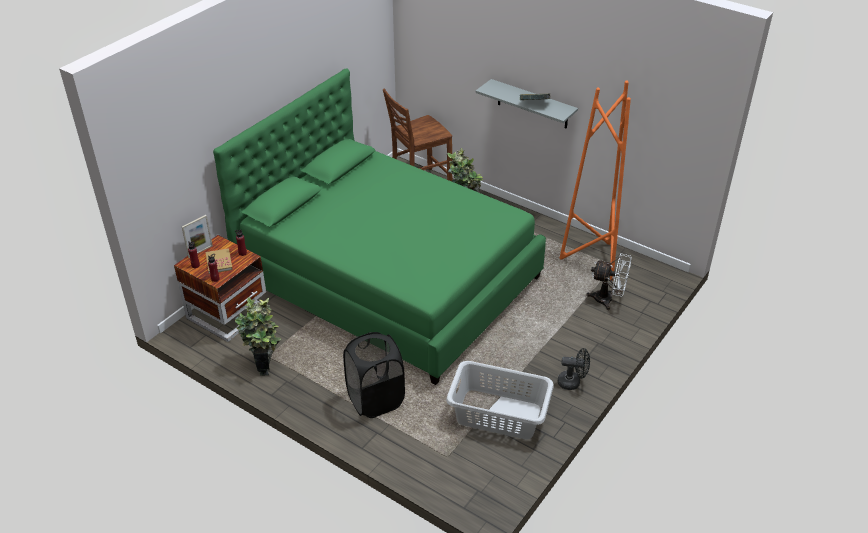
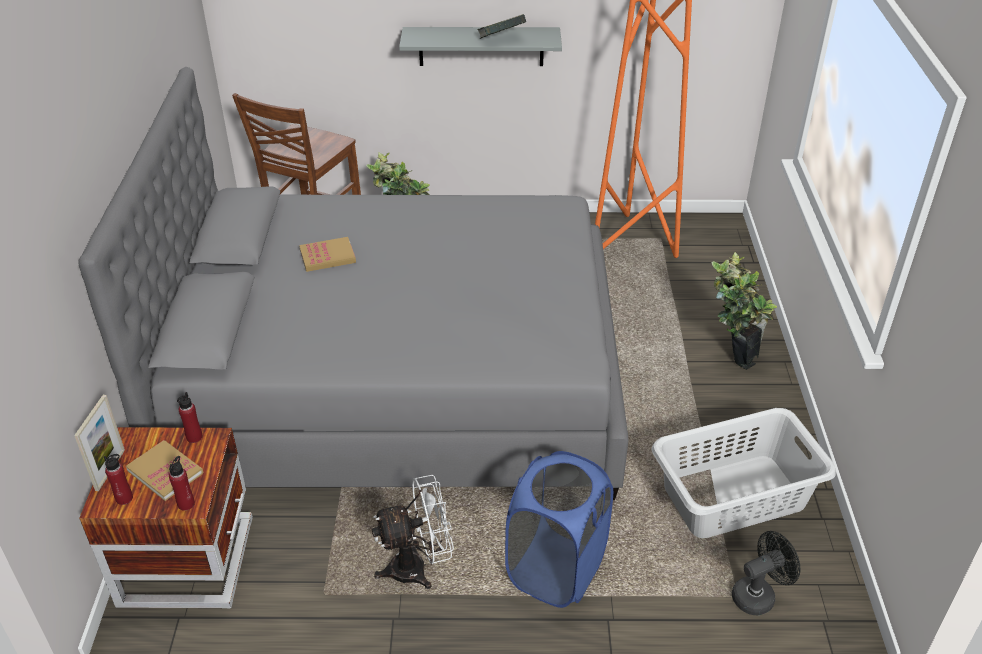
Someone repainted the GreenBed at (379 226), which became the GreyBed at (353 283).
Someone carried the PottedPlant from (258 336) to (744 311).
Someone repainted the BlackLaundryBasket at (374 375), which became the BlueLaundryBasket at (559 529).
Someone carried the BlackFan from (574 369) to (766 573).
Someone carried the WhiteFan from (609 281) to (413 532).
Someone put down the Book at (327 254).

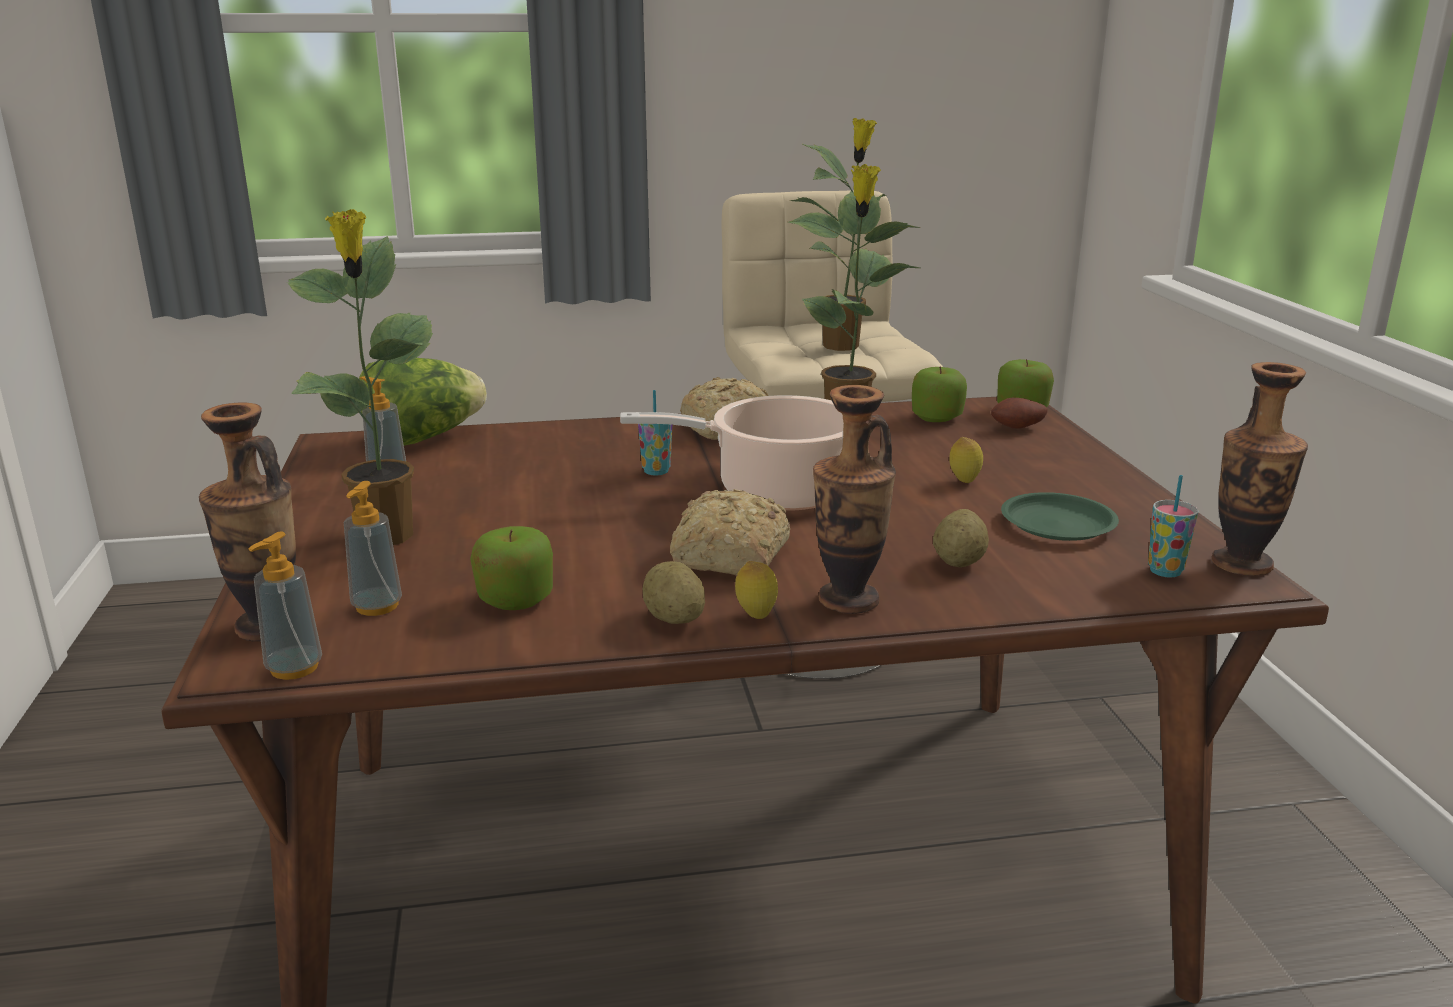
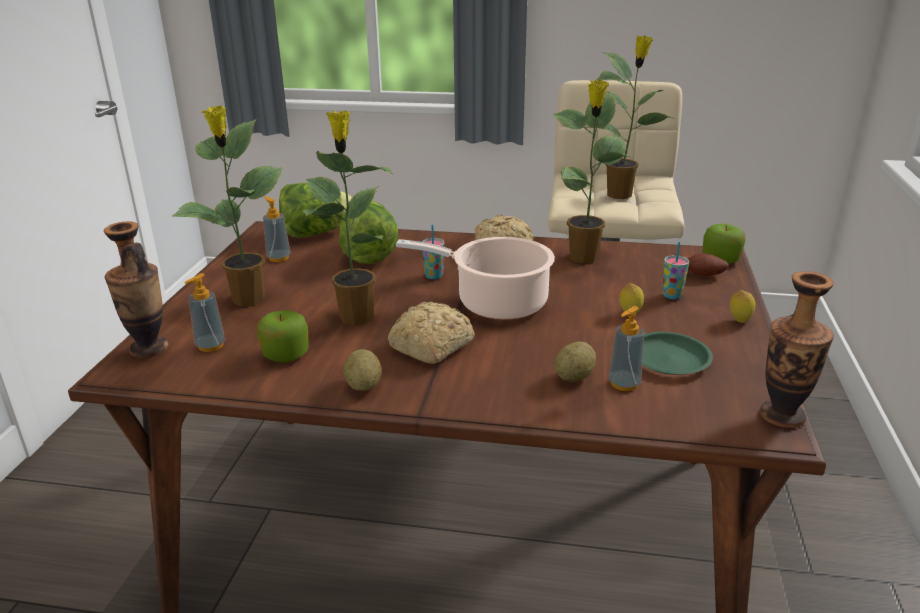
Someone carried the SoapDispenser from (285 605) to (626 348).
Someone carried the Lemon from (756 590) to (742 306).
Someone took away the Vase at (854 499).
Someone took away the Apple at (939 394).
Someone carried the Cup from (1173 526) to (675 270).
Someone put down the PottedPlant at (348 218).
Someone put down the Lettuce at (368 232).

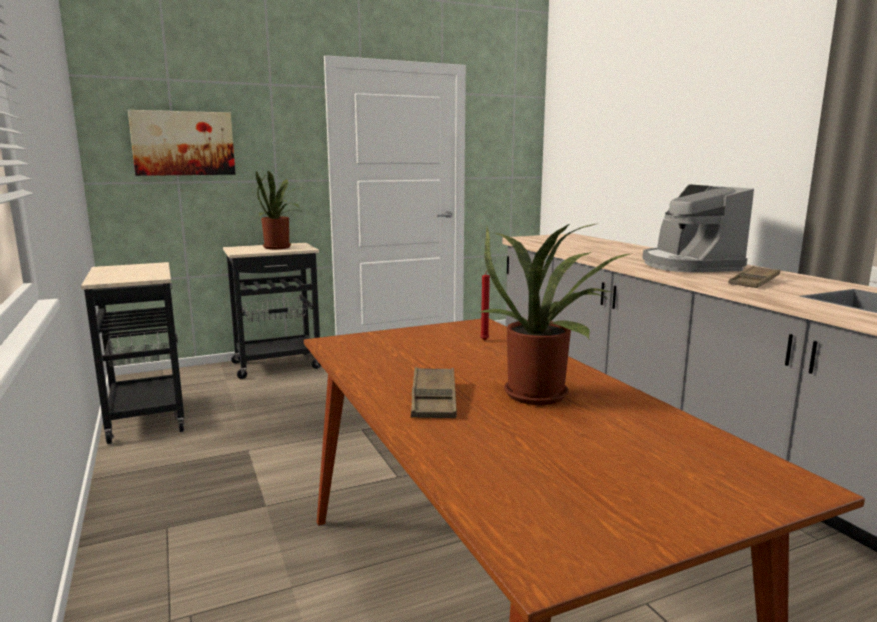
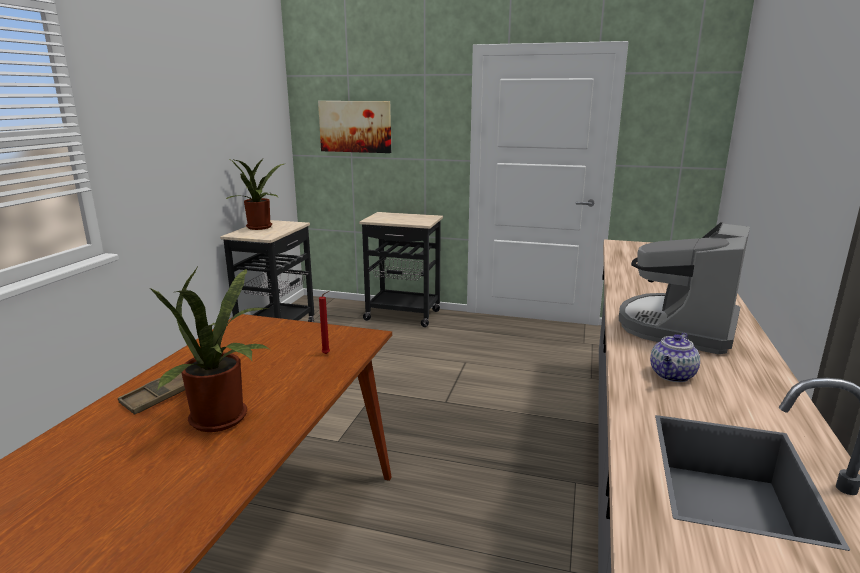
Someone carried the PottedPlant from (278 210) to (254 194).
Someone swapped the BrownTray at (754 277) for the Teapot at (675 357).

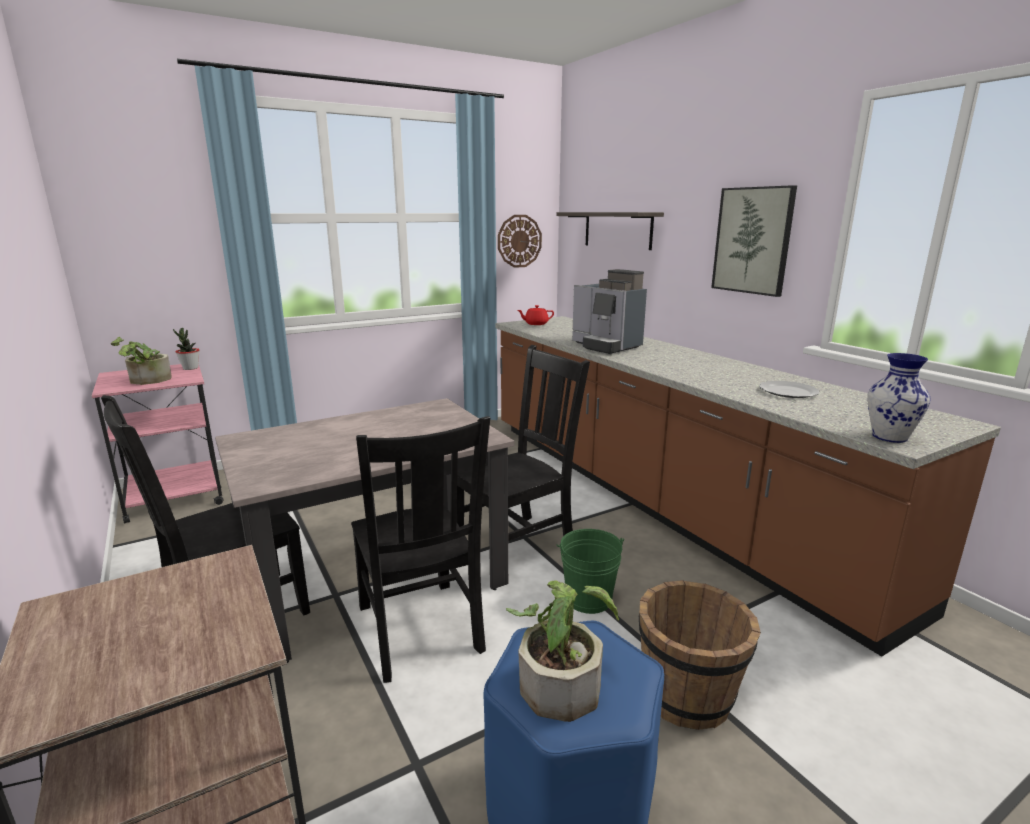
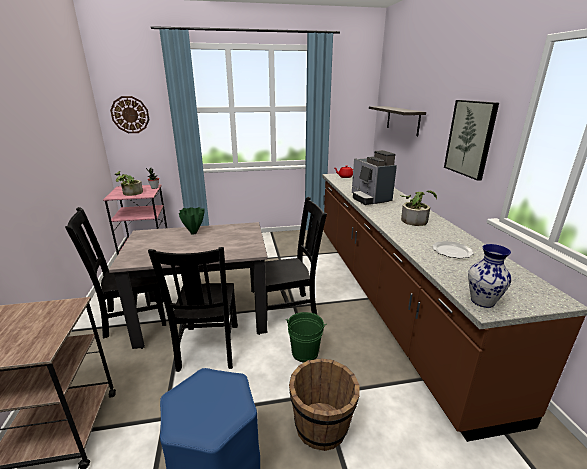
Someone carried the WallClock from (520 241) to (129 114).
Someone carried the PottedPlant from (562 651) to (418 208).
Someone put down the GreenVase at (192 221).

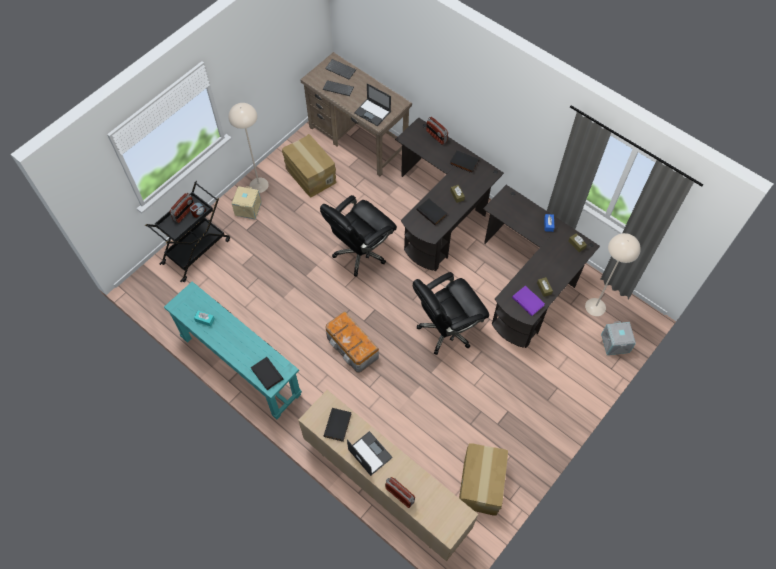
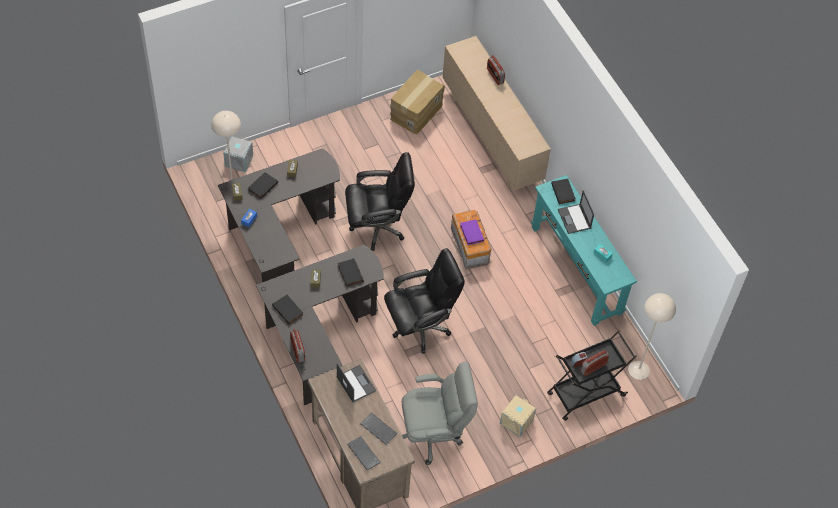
Someone carried the BeigeFloorLamp from (248 148) to (652 336).
Someone swapped the CardboardBox at (309 166) for the GreyOfficeChair at (440 413).
Someone carried the BlackBook from (337 425) to (263 185).
Someone carried the Laptop from (370 453) to (576 212).
Someone carried the PurpleBook from (528 300) to (472 232).

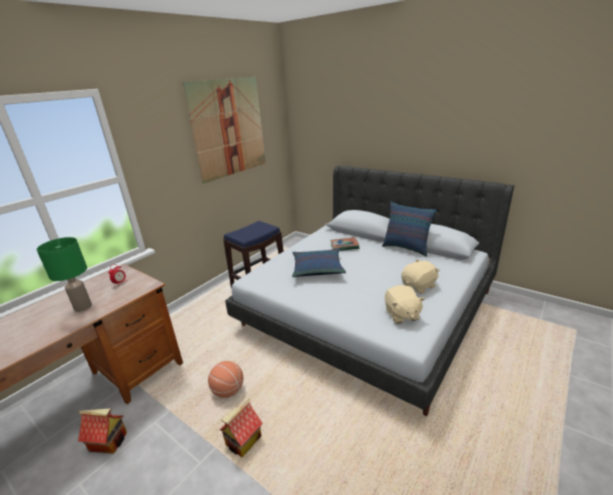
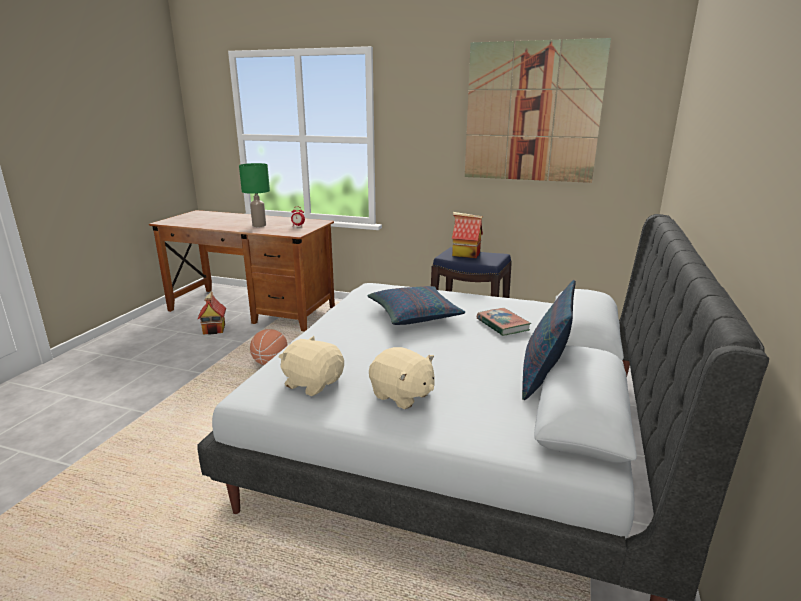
Someone carried the ToyHouse from (241 427) to (467 235).
Someone rotated the BeigePlushToy at (405 304) by 60 degrees clockwise.

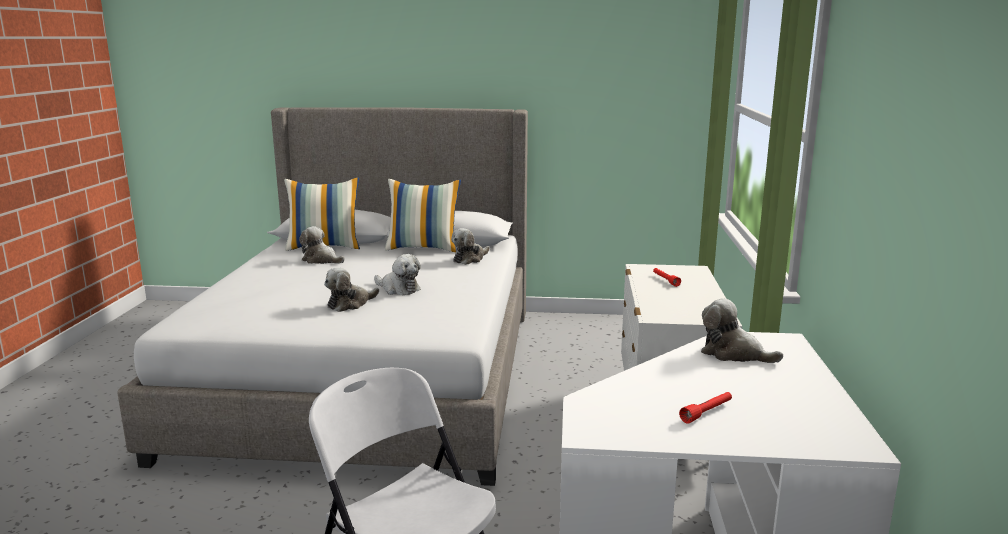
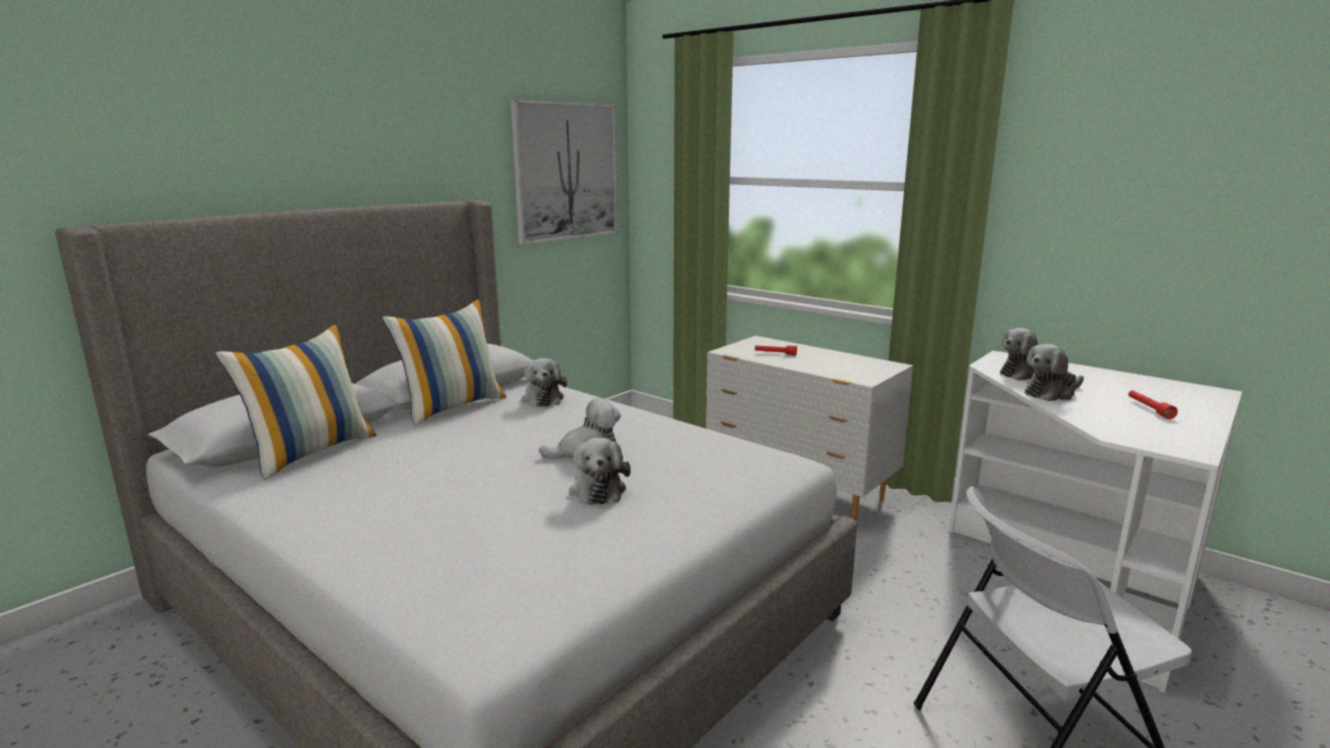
Someone carried the PlushToy from (322 245) to (1054 372).
Someone put up the Picture at (564 172).

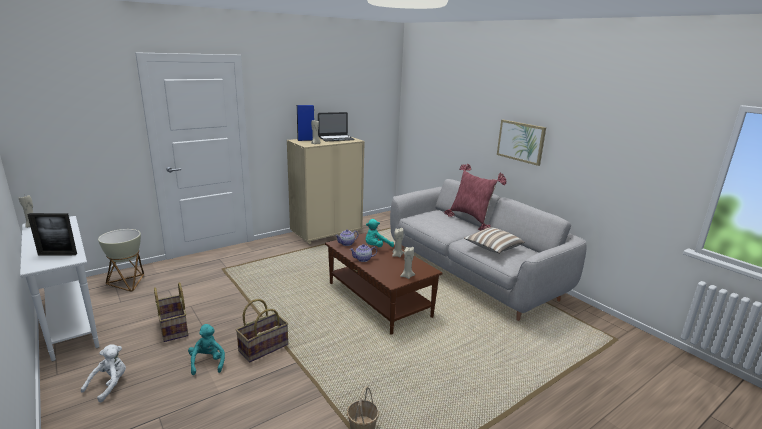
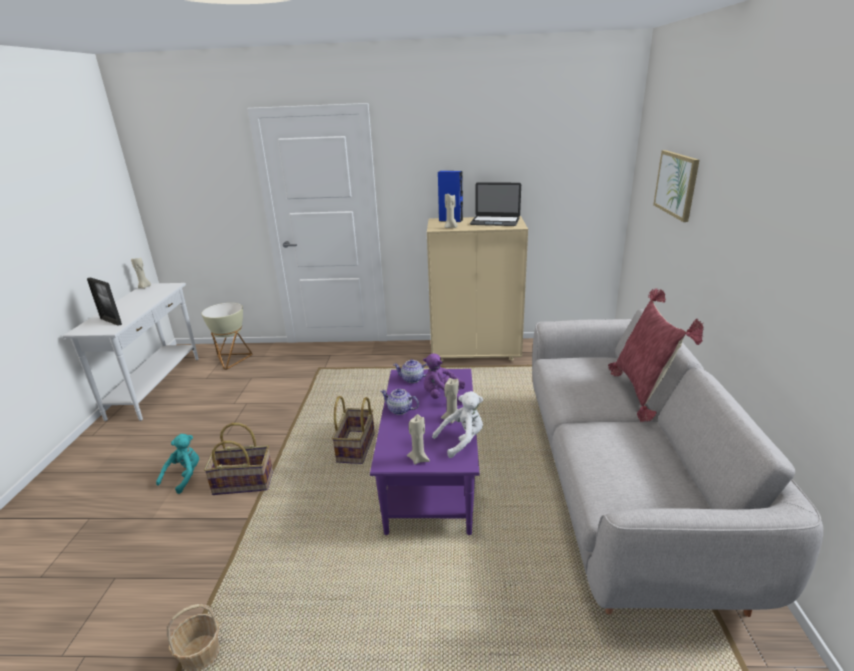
Someone carried the WhitePlushToy from (103 373) to (457 424).
Someone carried the Basket from (171 312) to (353 430).
Someone repainted the BrownCoffeeTable at (384 283), which became the PurpleCoffeeTable at (425 452).
Someone repainted the TurquoisePlushToy at (379 233), which became the PurplePlushToy at (444 378).
Someone took away the Pillow at (494 240).
Someone carried the Picture from (521 143) to (676 186).

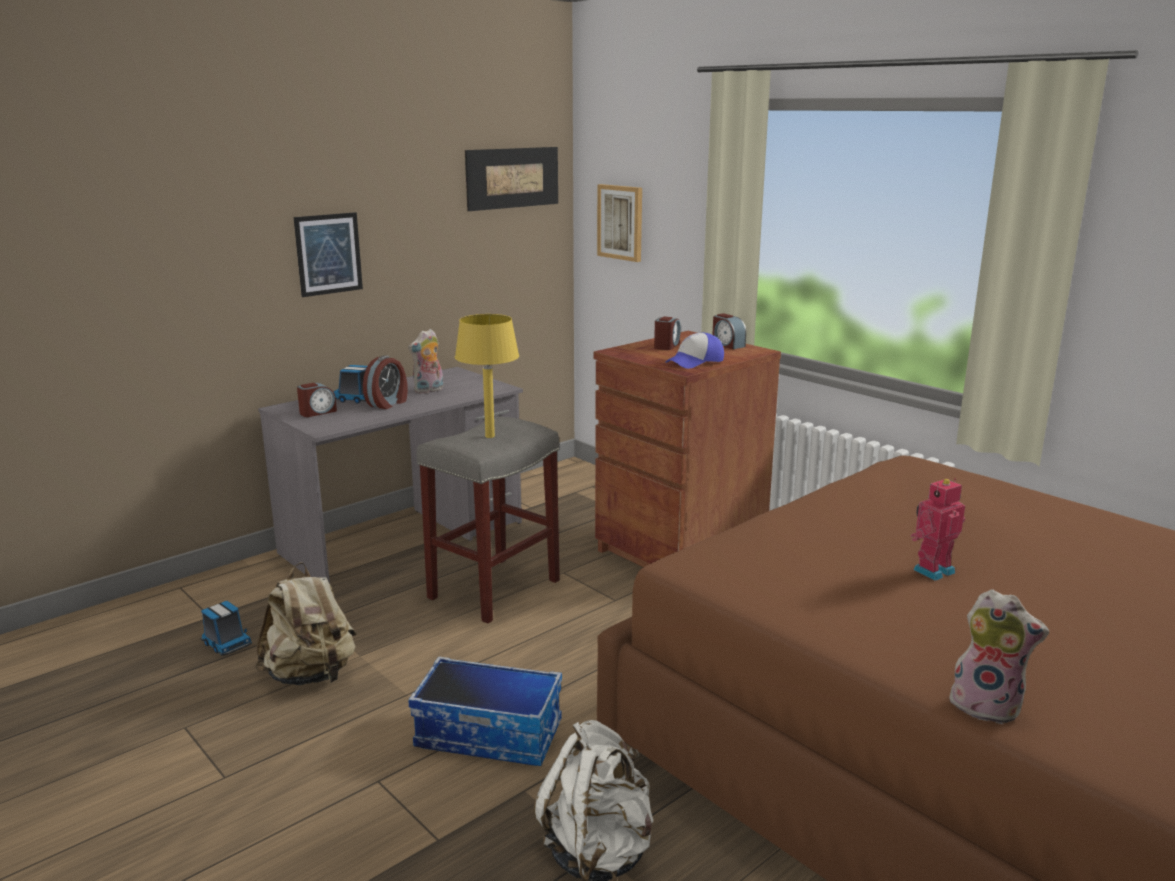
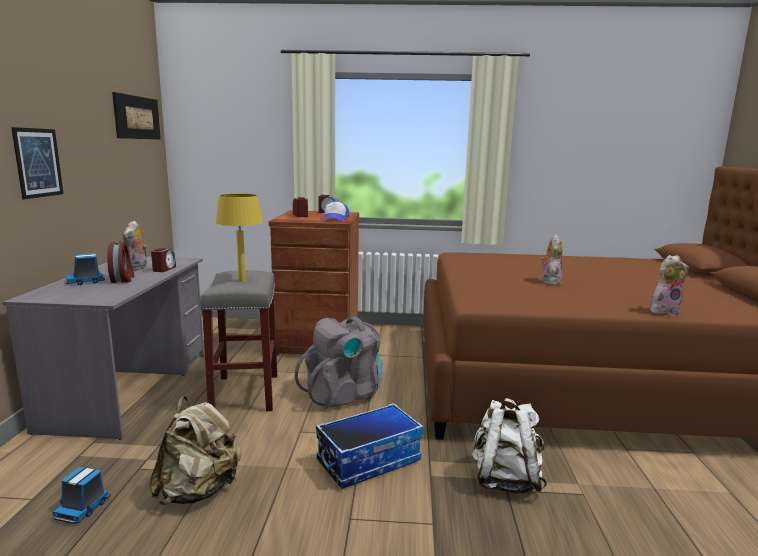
Someone rotated the ToyTruck at (226 628) by 105 degrees clockwise.
Someone carried the AlarmClock from (317 400) to (163 260).
Someone took away the Picture at (619 223).
Someone swapped the ToyRobot at (938 529) for the PlushToy at (551 259).
Someone put down the GreyBackpack at (339 363).

